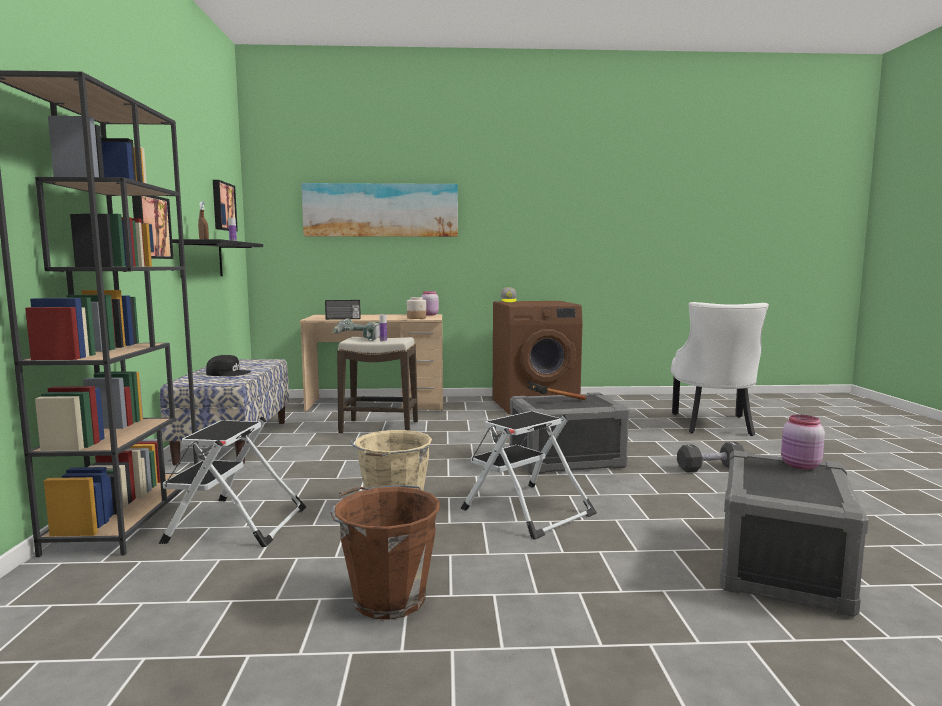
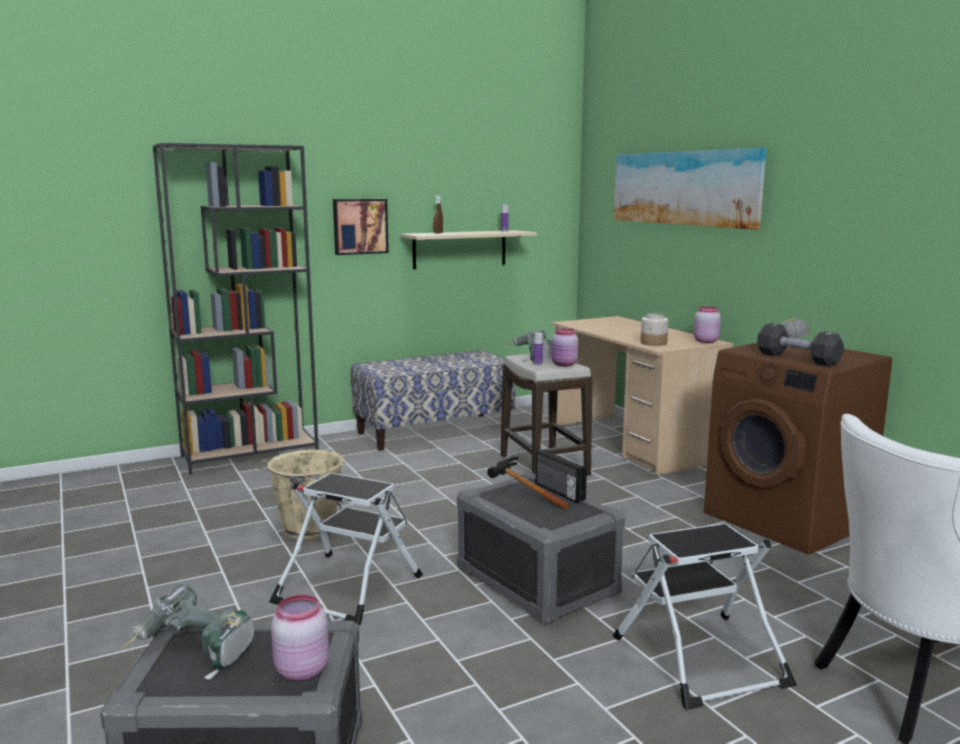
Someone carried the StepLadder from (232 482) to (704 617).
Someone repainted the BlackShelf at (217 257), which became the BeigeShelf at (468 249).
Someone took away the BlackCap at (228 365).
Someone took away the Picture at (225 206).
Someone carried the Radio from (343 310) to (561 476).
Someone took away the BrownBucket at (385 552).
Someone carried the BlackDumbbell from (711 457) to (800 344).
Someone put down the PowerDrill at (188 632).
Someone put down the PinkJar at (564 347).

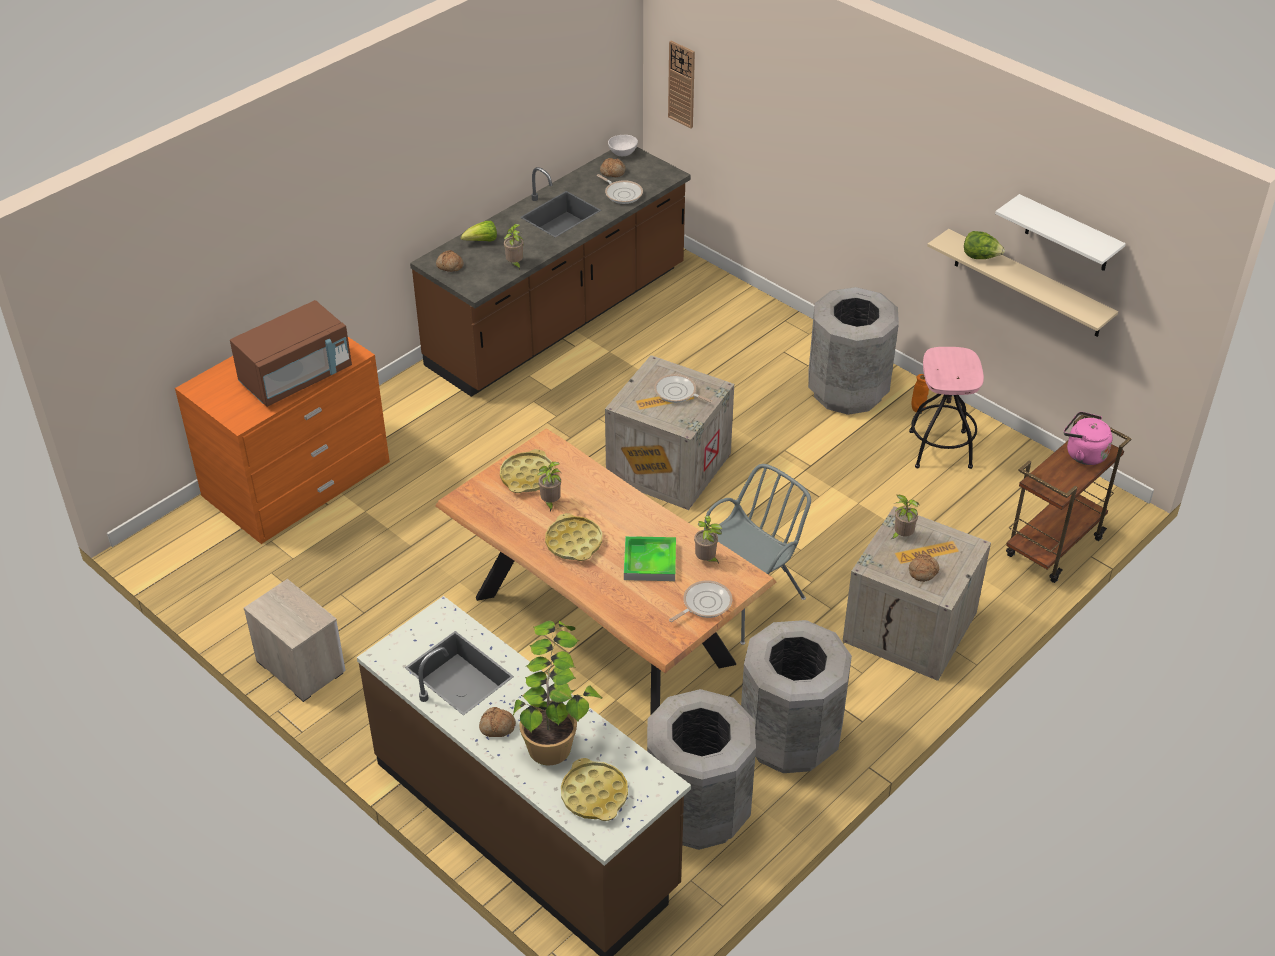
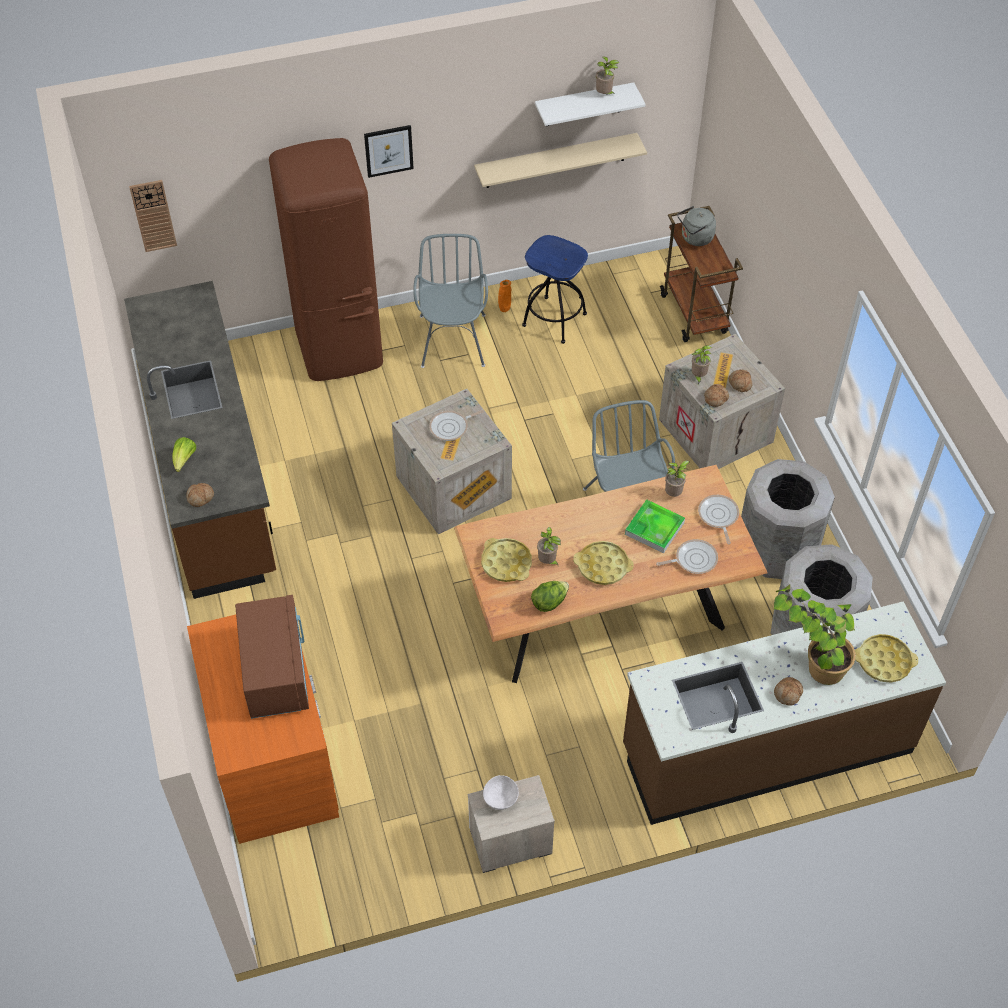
Someone carried the PottedPlant from (513 247) to (607 75).
Someone carried the FryingPan from (620 189) to (687 556).
Someone carried the Bread from (612 167) to (716 395).
Someone carried the WhiteBowl from (623 145) to (501 792).
Someone swapped the GreyTrashCan at (853 351) for the GreyChair at (450 301).
Someone repainted the PinkStool at (946 408), which became the BlueStool at (555 289).
Someone carried the Lettuce from (984 245) to (550 596).
Someone repainted the PinkKettle at (1088 438), which became the GreyKettle at (696 226).
Someone put down the BrownFridge at (326 259).
Someone put up the Picture at (389 151).

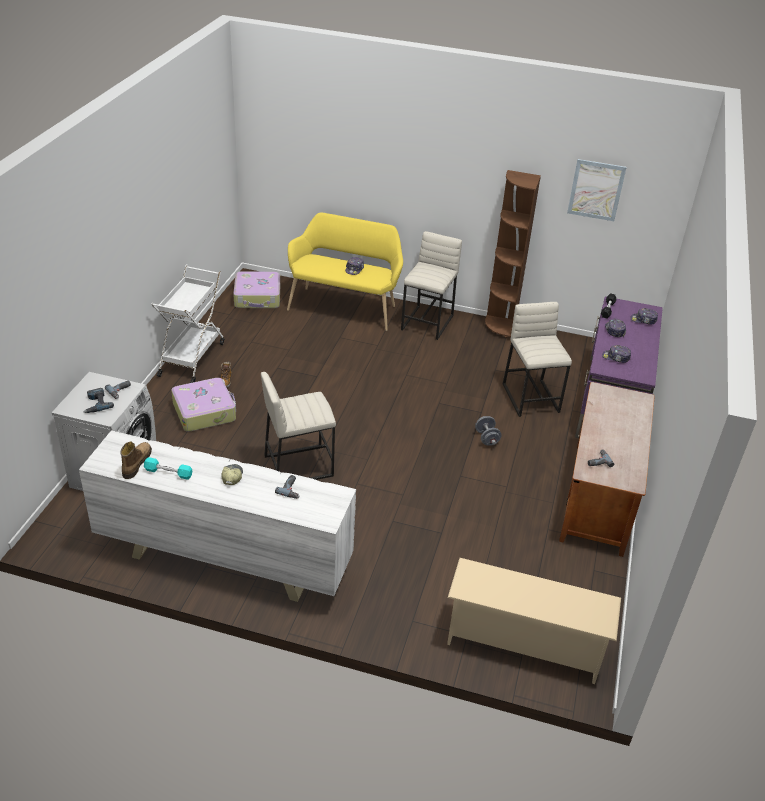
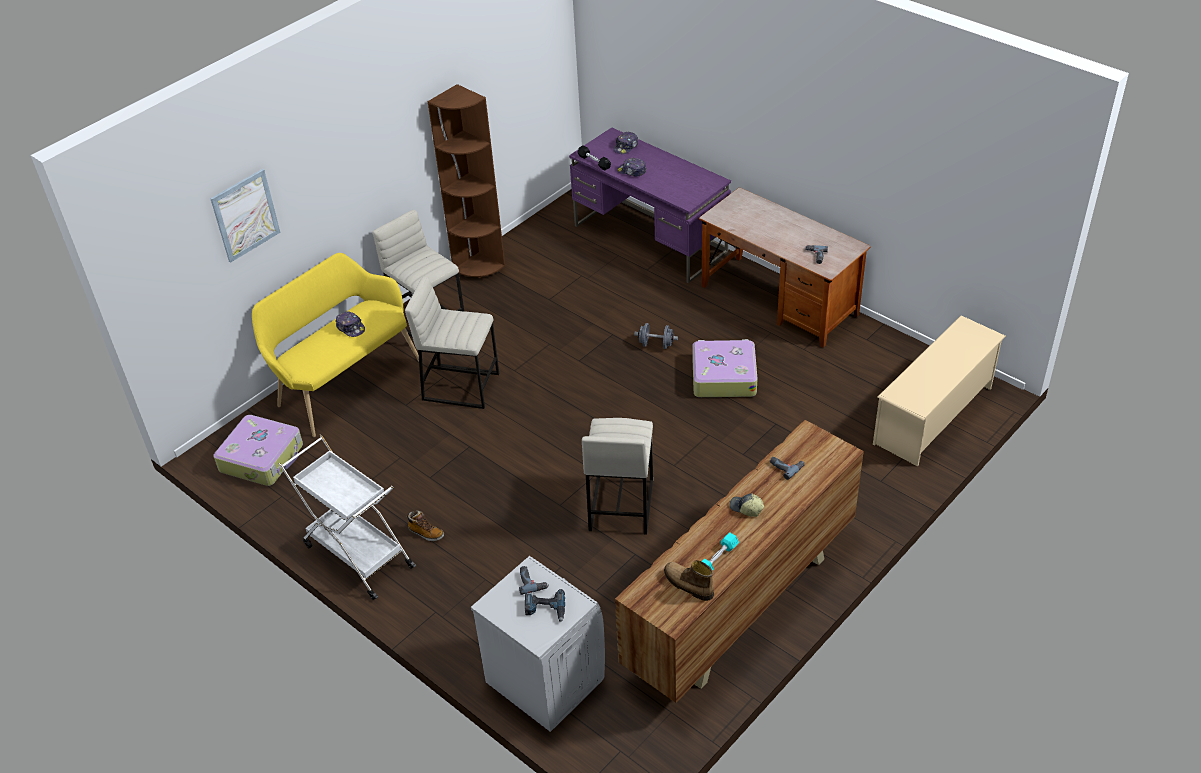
Someone repainted the WhiteCabinet at (217 516), which became the BrownCabinet at (739 561).
Someone carried the Suitcase from (203 405) to (725 368).
Someone carried the BeigeStool from (537 359) to (452 342).
Someone carried the Picture from (597 190) to (245 216).
Someone took away the Cap at (616 354).

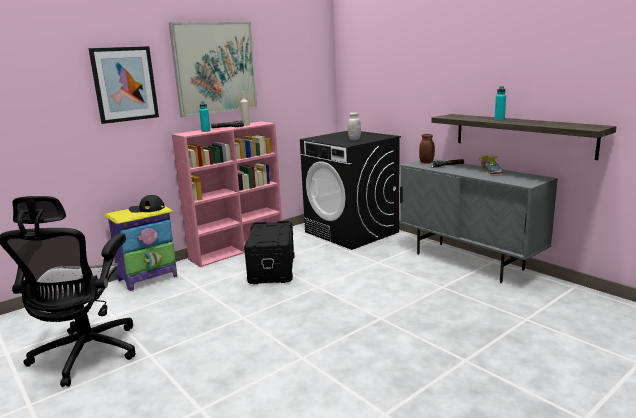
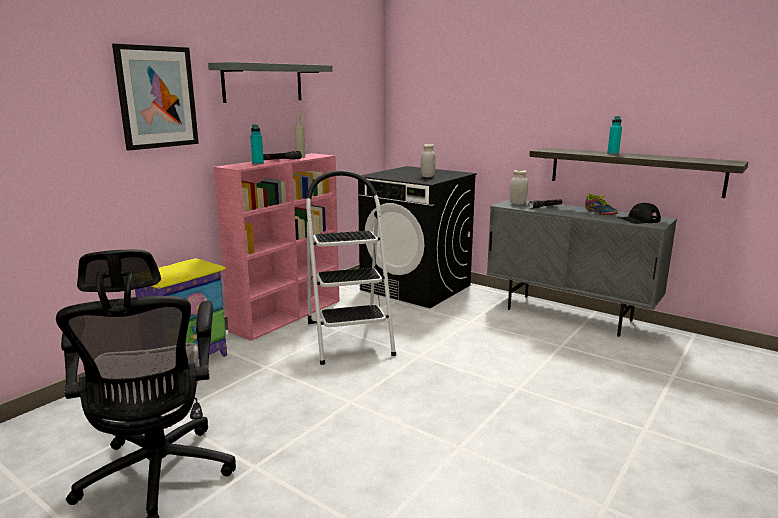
Someone carried the BlackCap from (147 204) to (639 213).
Someone swapped the Picture at (213 69) for the GreyShelf at (270 82).
Someone swapped the BlackStorageBox at (269 252) for the StepLadder at (351 267).
Someone repainted the BrownJar at (427 149), which became the WhiteJar at (519 187).

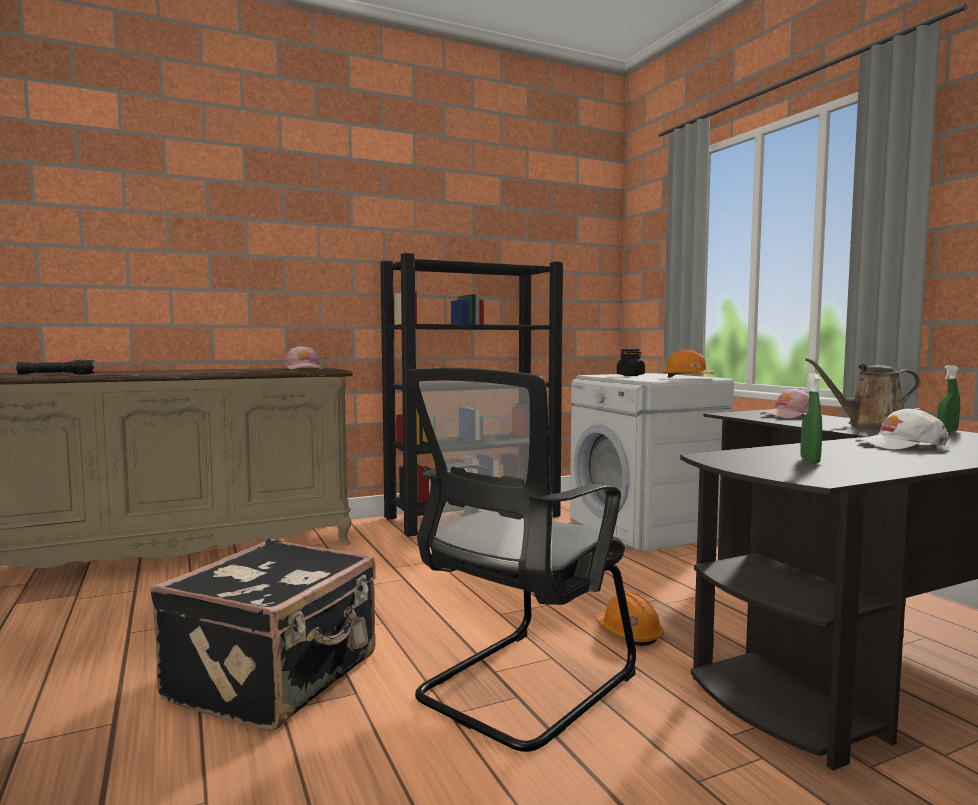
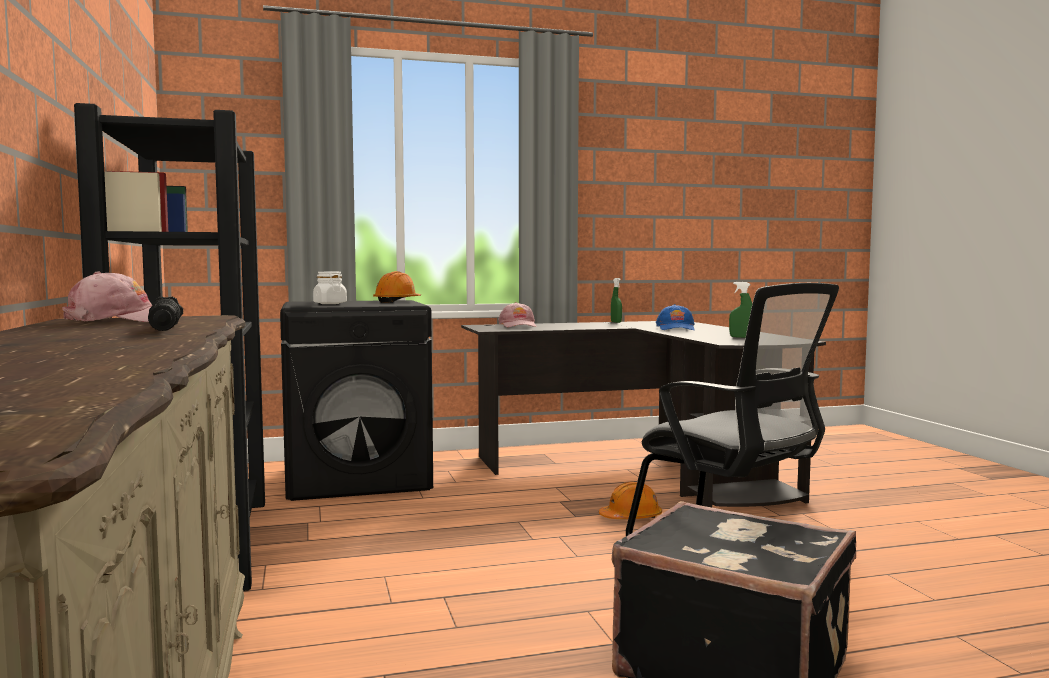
Someone carried the BlackFlashlight from (55 366) to (165 314).
Someone repainted the WhiteWashingMachine at (652 462), which became the BlackWashingMachine at (356 400).
Someone repainted the BlackJar at (631 362), which became the WhiteJar at (330 288).
Someone took away the BrownWateringCan at (863 392).
Someone repainted the WhiteCap at (902 429), which became the BlueCap at (675 317).

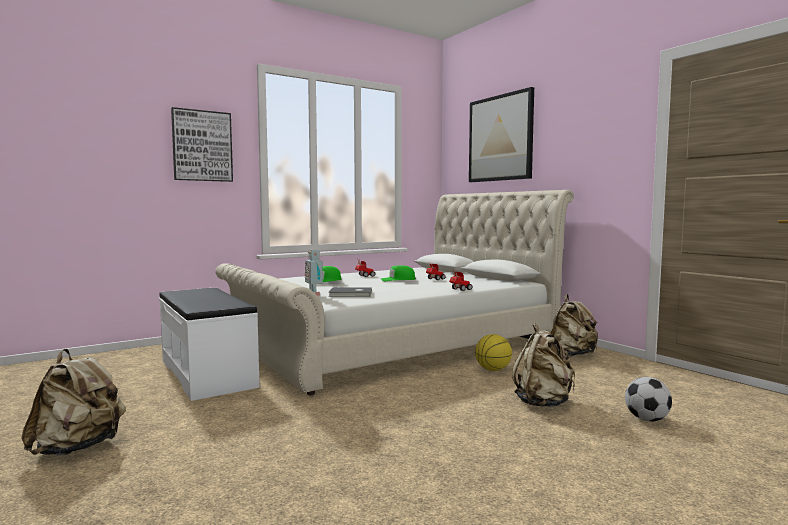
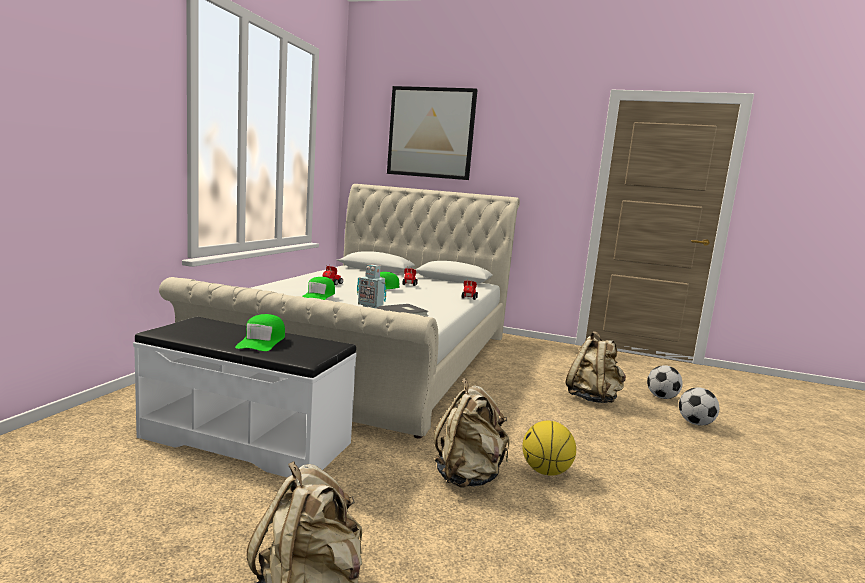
Someone took away the Picture at (202 144).
Someone carried the Basketball from (493 352) to (549 448).
Someone carried the BeigeBackpack from (574 325) to (472 433).
Someone put down the GreenCap at (260 332).
Someone put down the Football at (699 406).

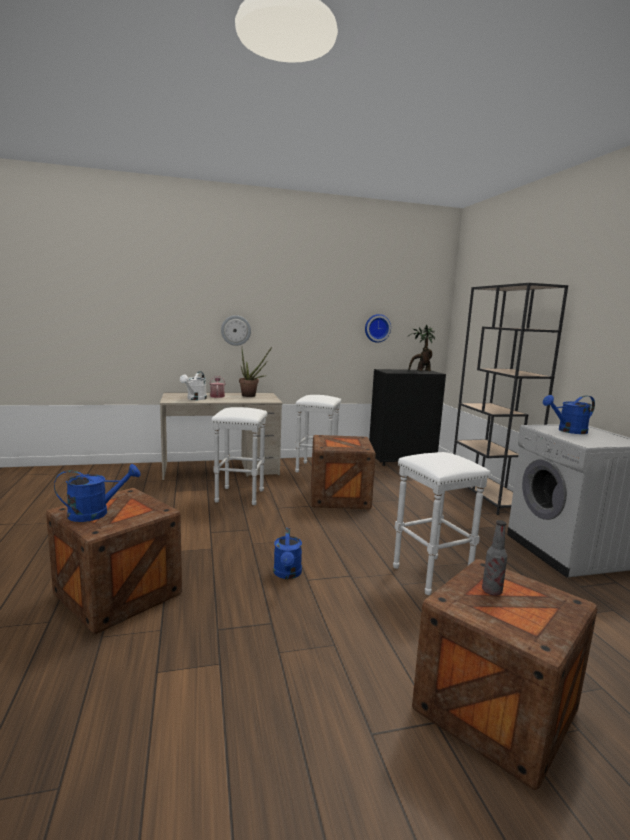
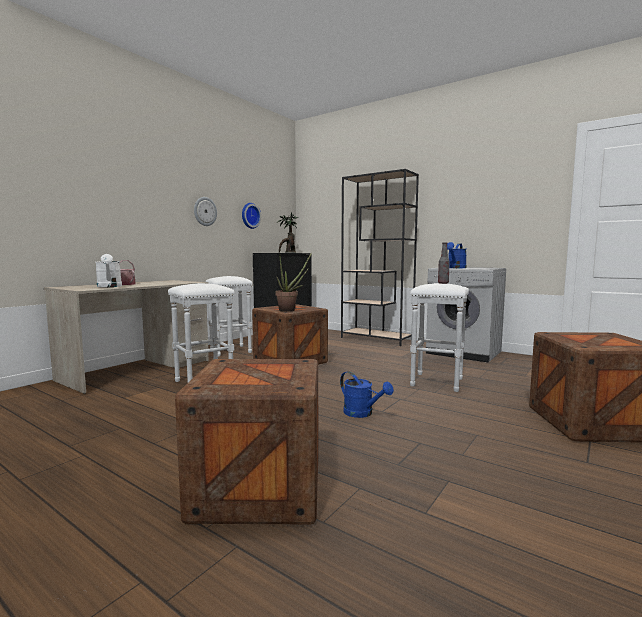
Someone took away the BlueWateringCan at (97 493).
Someone carried the WallClock from (236 330) to (205 211).
Someone carried the PottedPlant from (255 372) to (294 282).
Someone carried the Bottle from (494 558) to (444 263).

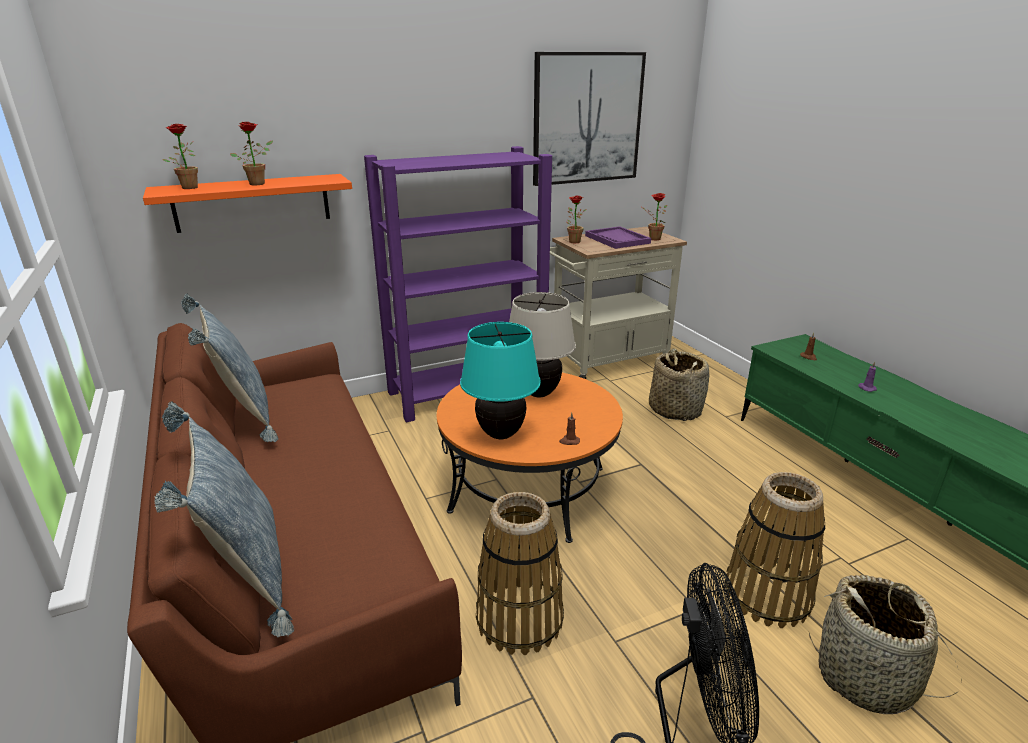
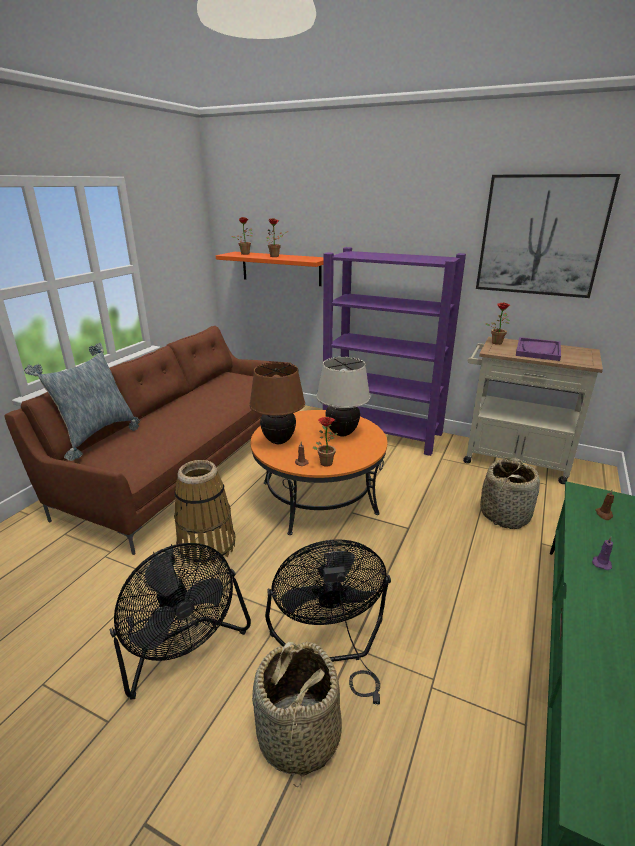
Someone took away the Pillow at (229 368).
Someone repainted the TurquoiseTableLamp at (500 380), which became the BrownTableLamp at (277 403).
Someone carried the PottedPlant from (653 216) to (325 442).
Someone swapped the Basket at (775 550) for the BlackFan at (328 623).

